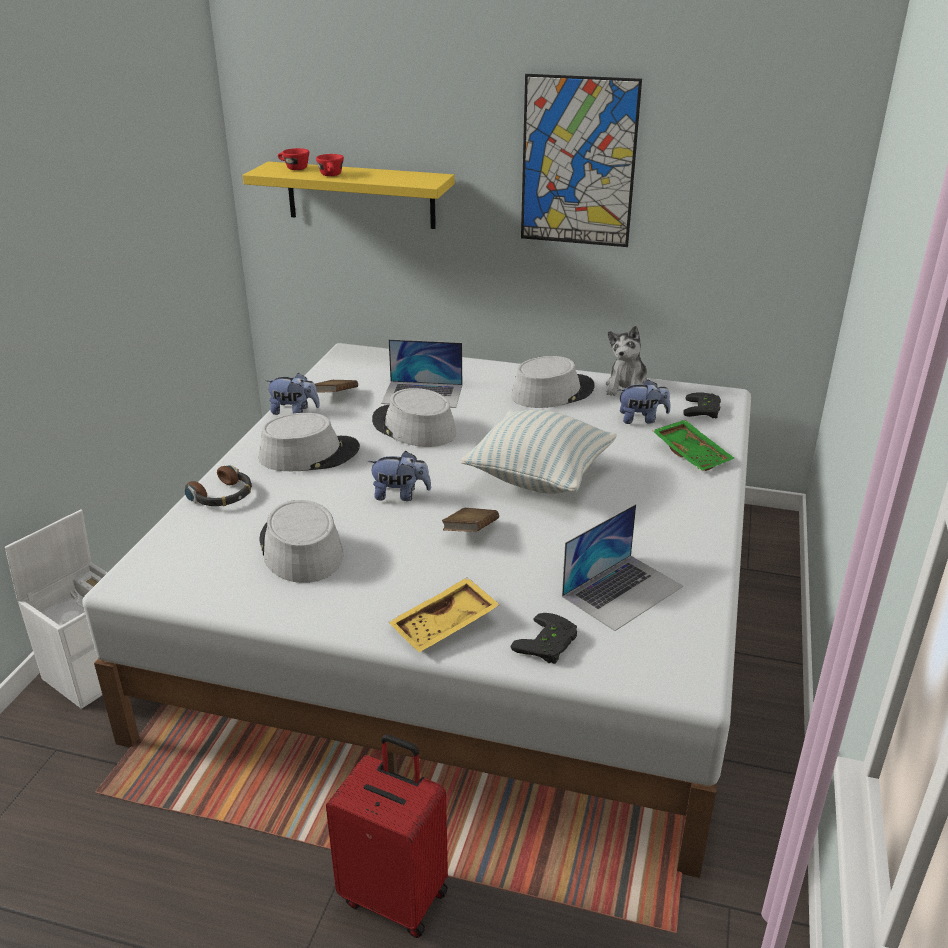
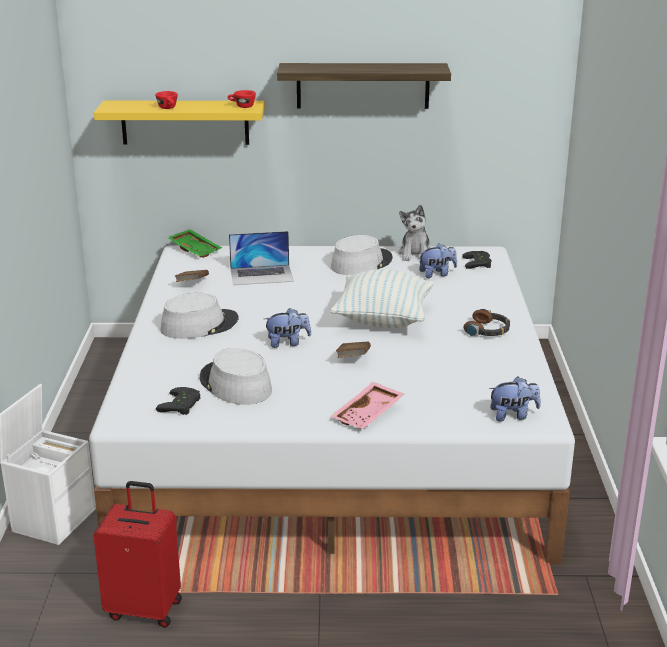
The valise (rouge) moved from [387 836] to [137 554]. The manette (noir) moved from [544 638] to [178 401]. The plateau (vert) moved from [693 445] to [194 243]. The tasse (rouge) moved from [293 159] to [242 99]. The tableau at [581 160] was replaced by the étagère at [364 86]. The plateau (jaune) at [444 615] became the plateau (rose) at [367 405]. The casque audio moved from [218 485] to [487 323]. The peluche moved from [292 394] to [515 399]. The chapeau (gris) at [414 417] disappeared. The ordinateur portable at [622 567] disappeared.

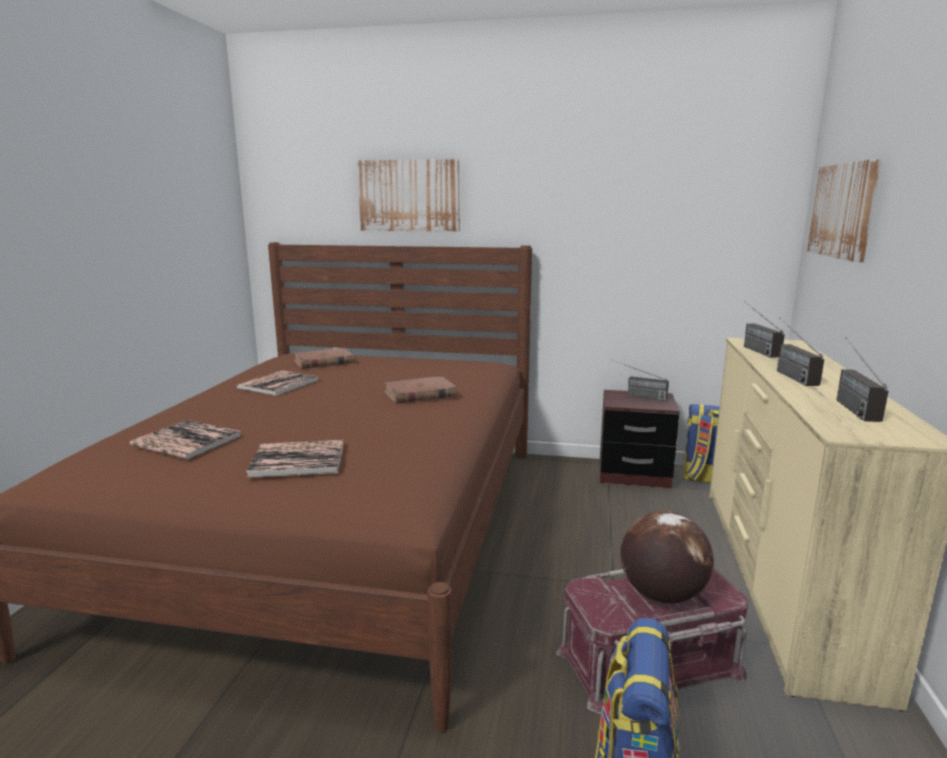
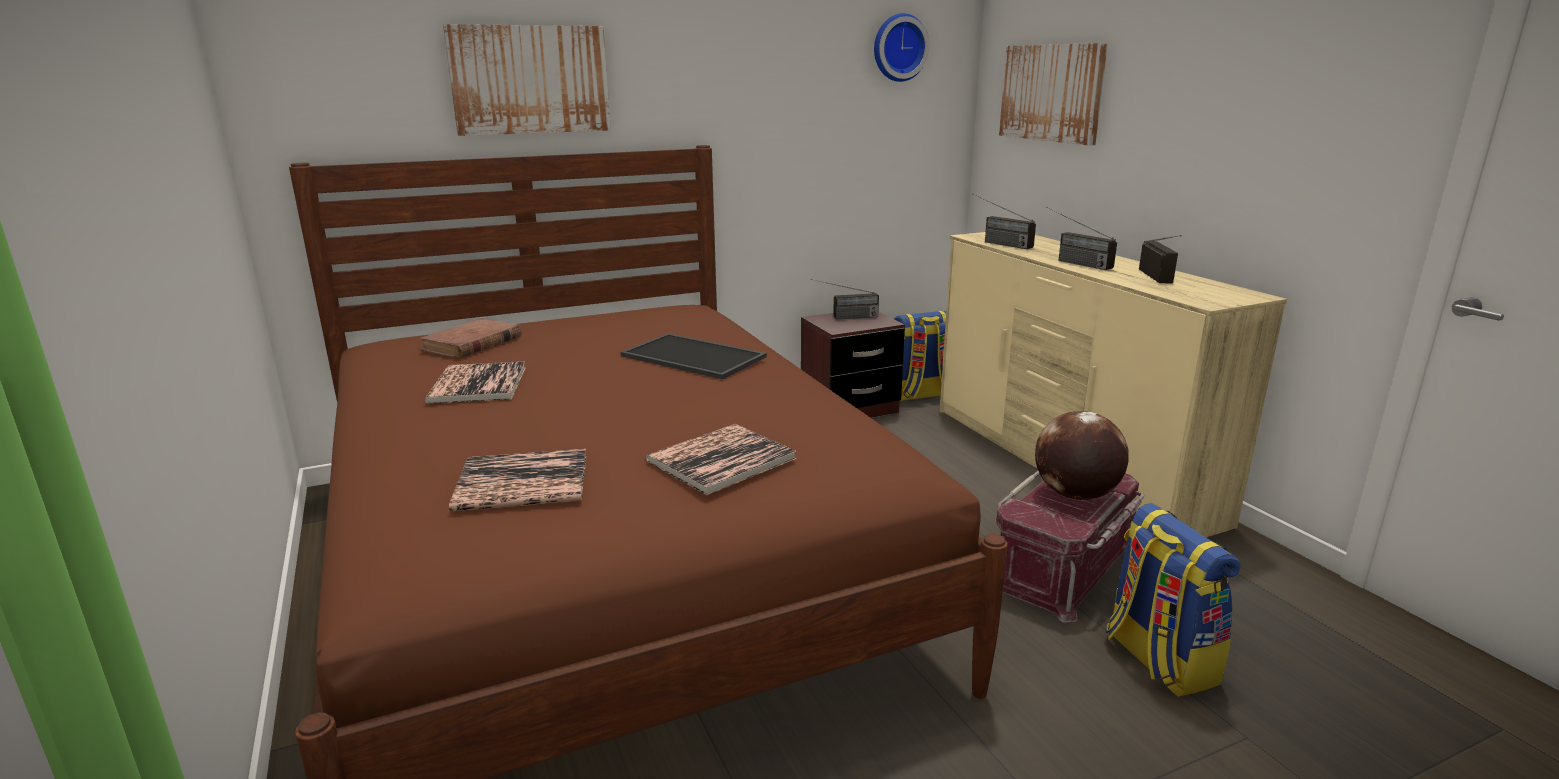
The livre (marron) at [420 390] was replaced by the plateau at [694 356]. The horloge murale at [902 47] appeared. The radio at [862 380] turned 150 degrees counterclockwise.

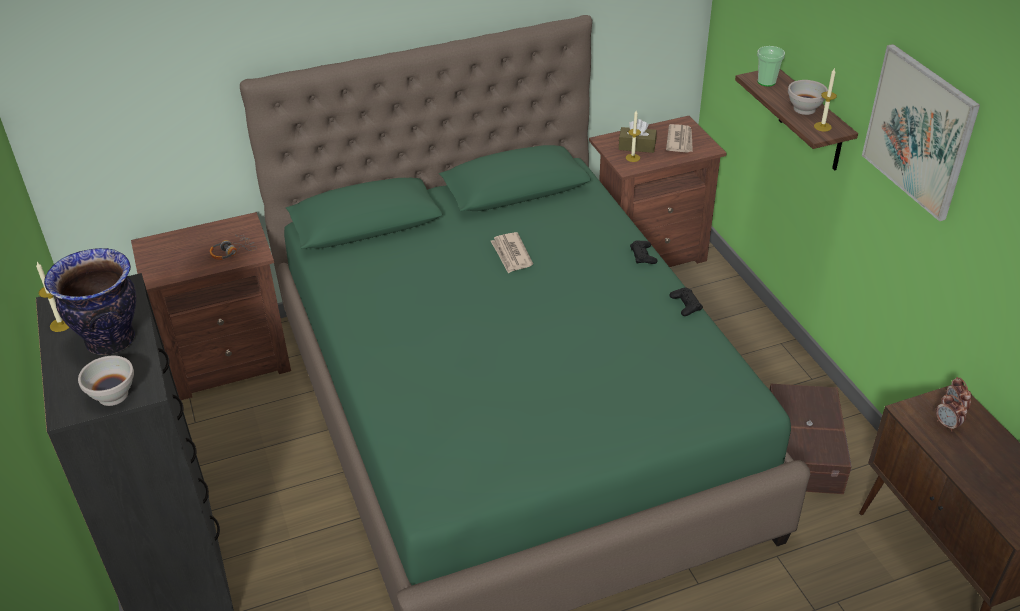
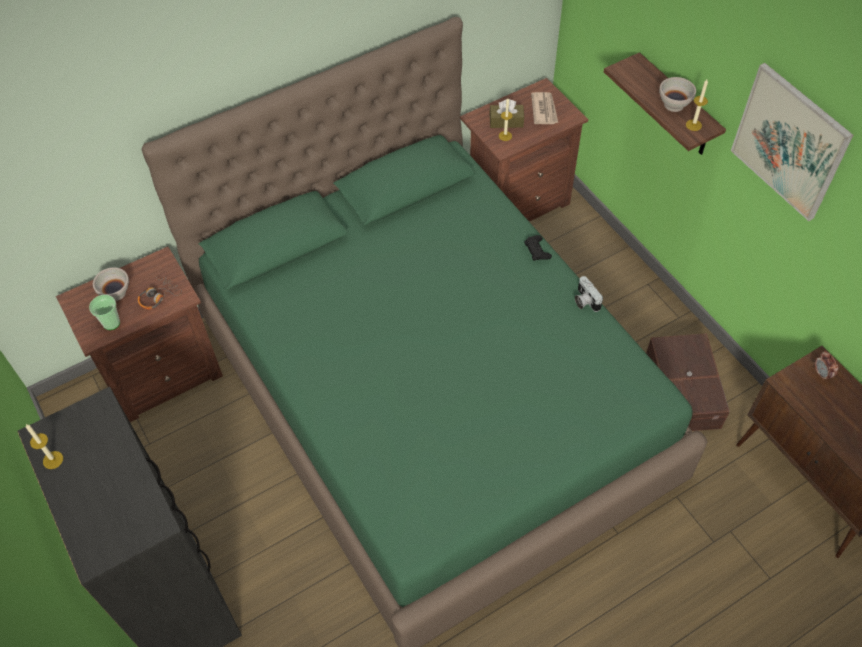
The tasse moved from [771 66] to [104 312]. The bol (blanc) moved from [106 381] to [111 284]. The manette (noir) at [686 301] was replaced by the appareil photo at [589 294]. The vase at [90 301] disappeared. The journal at [512 252] disappeared. The réveil at [952 413] disappeared.

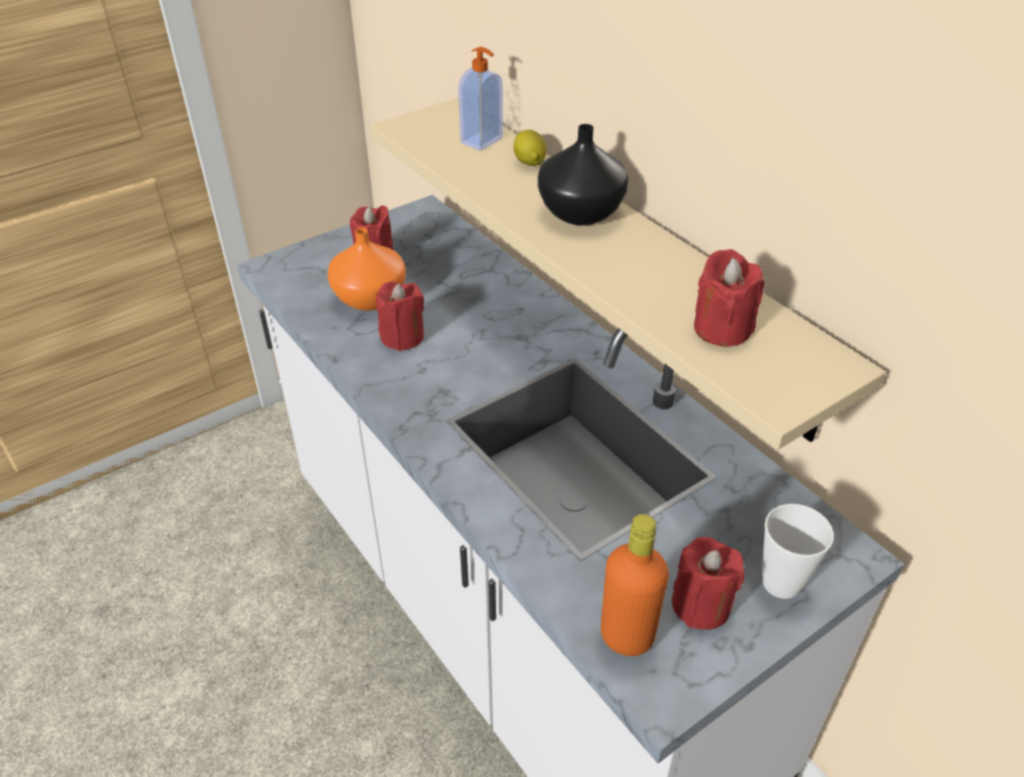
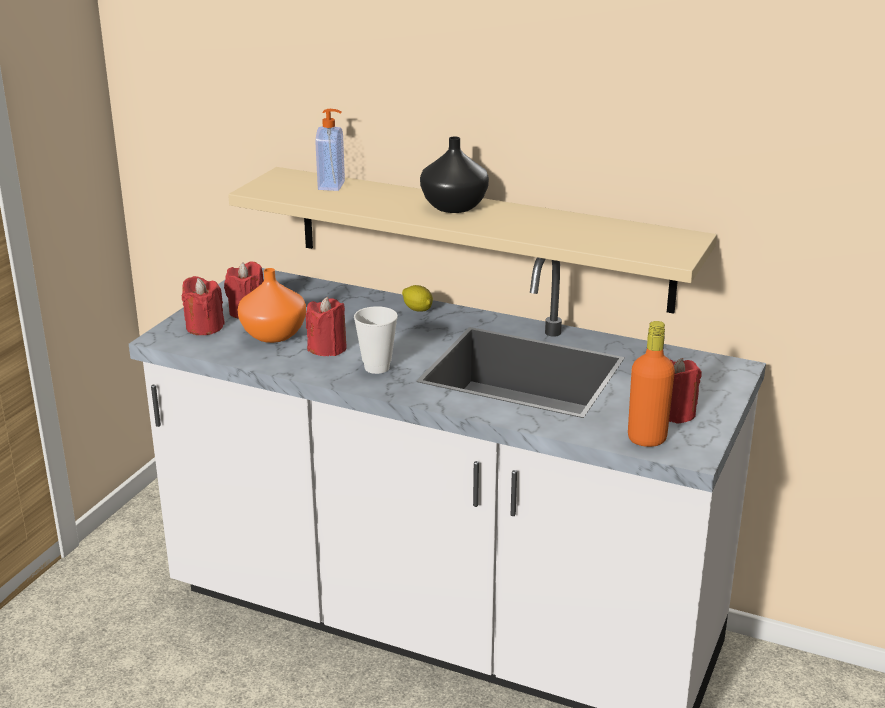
The bougie (rouge) moved from [729 298] to [203 305]. The tasse moved from [798 551] to [376 340]. The citron moved from [530 148] to [417 298].

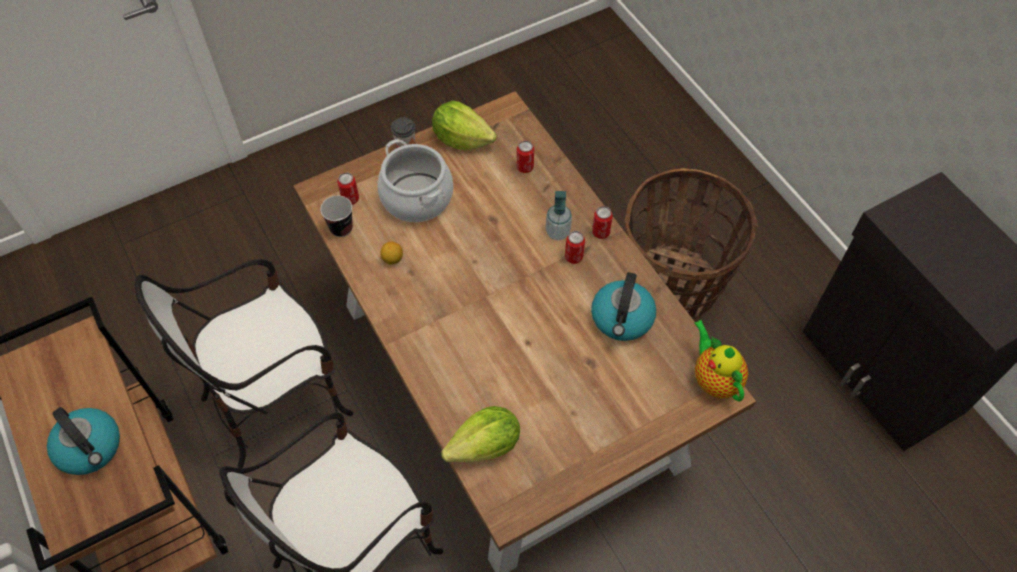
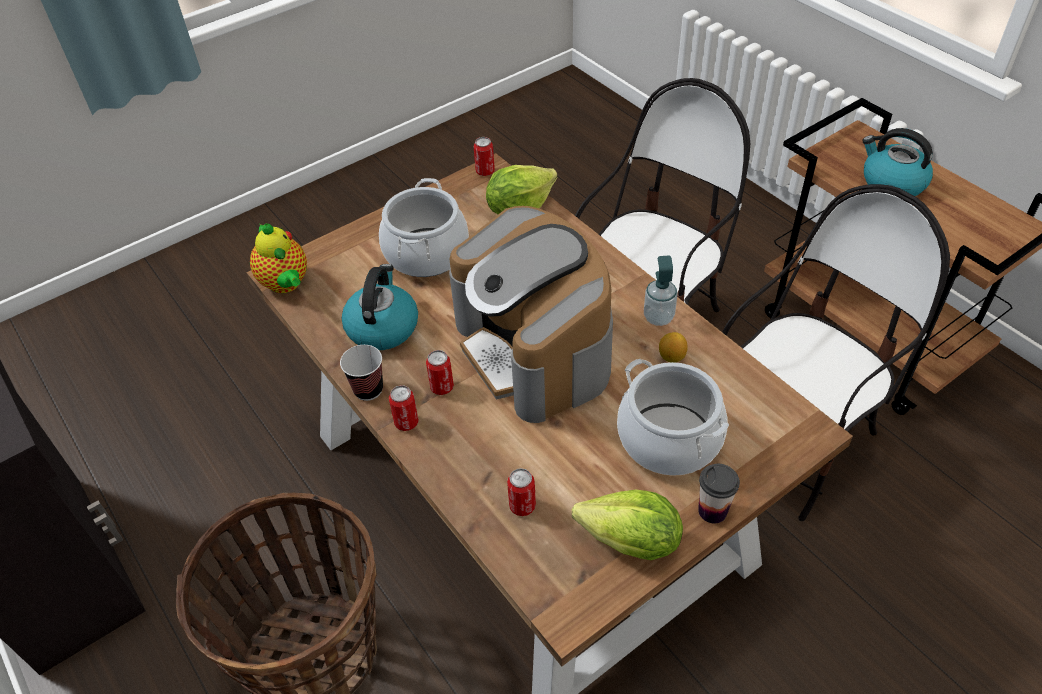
The tasse moved from [336 216] to [361 373]. The marmite at [424 227] appeared. The machine à café at [531 314] appeared. The boîte métallique moved from [348 188] to [484 156]. The distributeur de savon moved from [559 215] to [660 291].

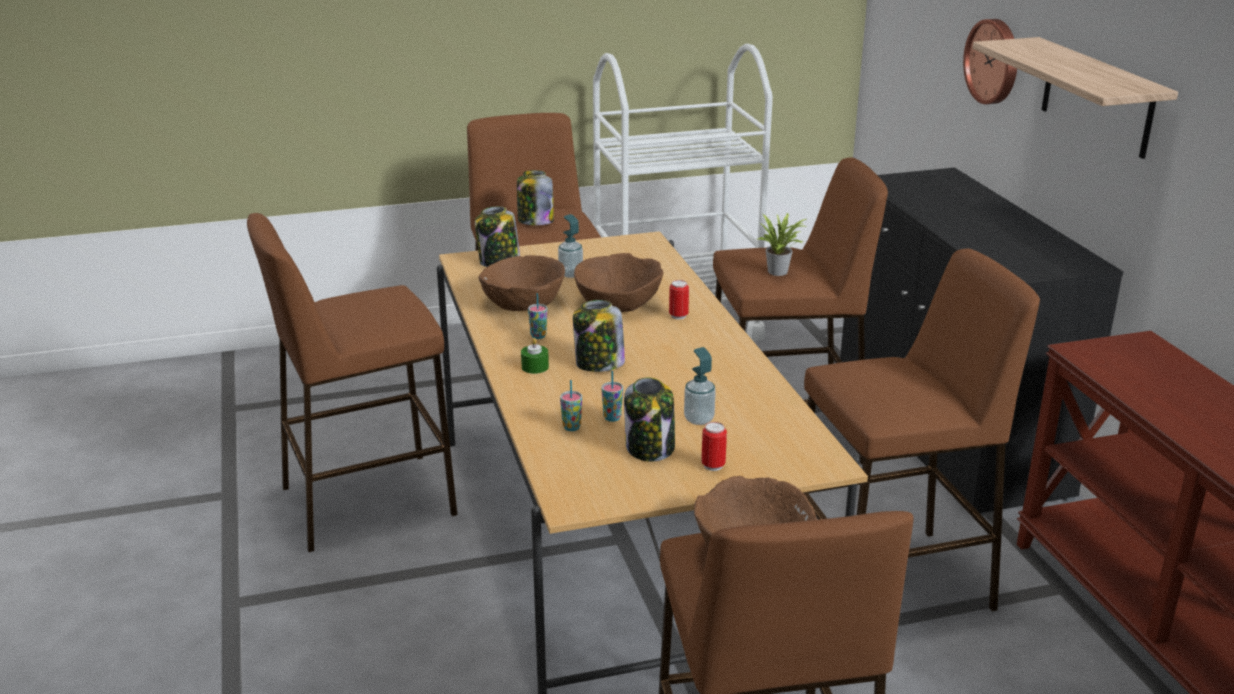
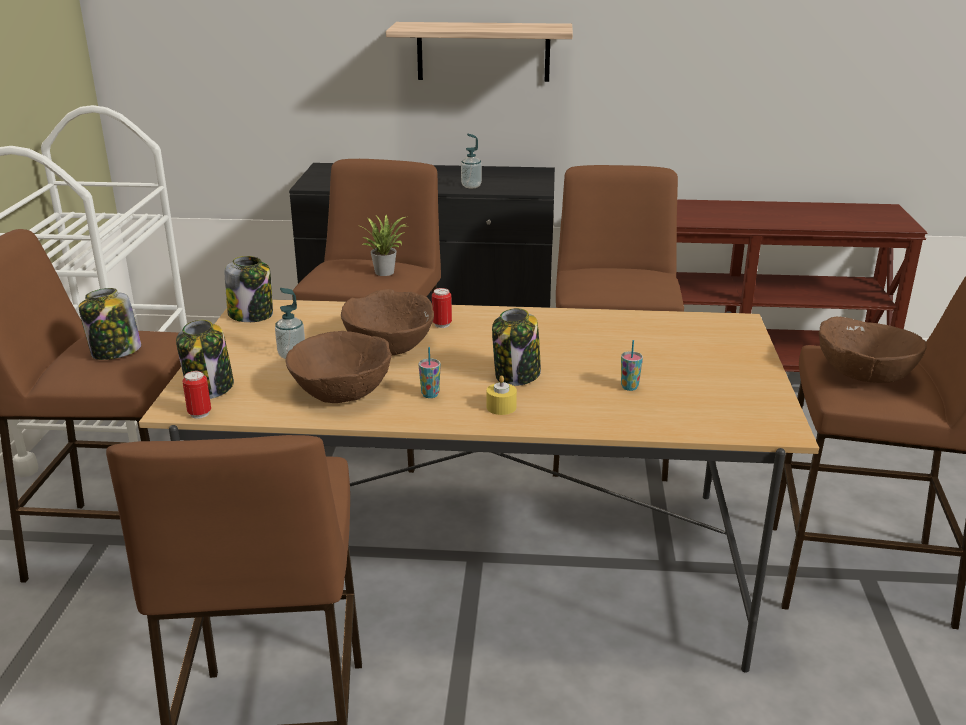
The boîte métallique moved from [714 446] to [196 395]. The bocal moved from [649 419] to [249 289]. The distributeur de savon moved from [700 386] to [471 161]. The bougie (vert) at [535 356] became the bougie (jaune) at [501 395]. The tasse at [571 405] disappeared. The horloge murale at [990 61] disappeared.

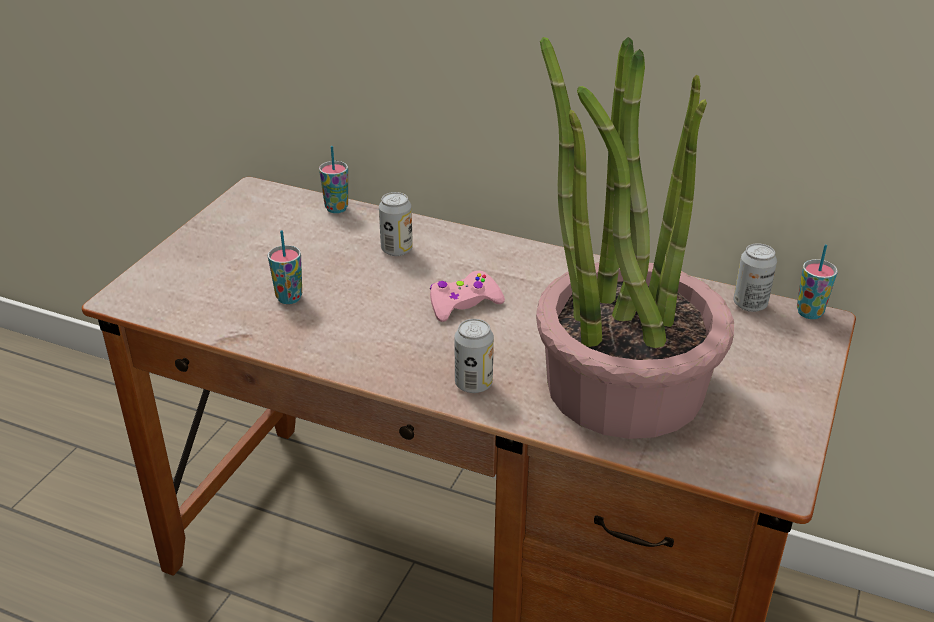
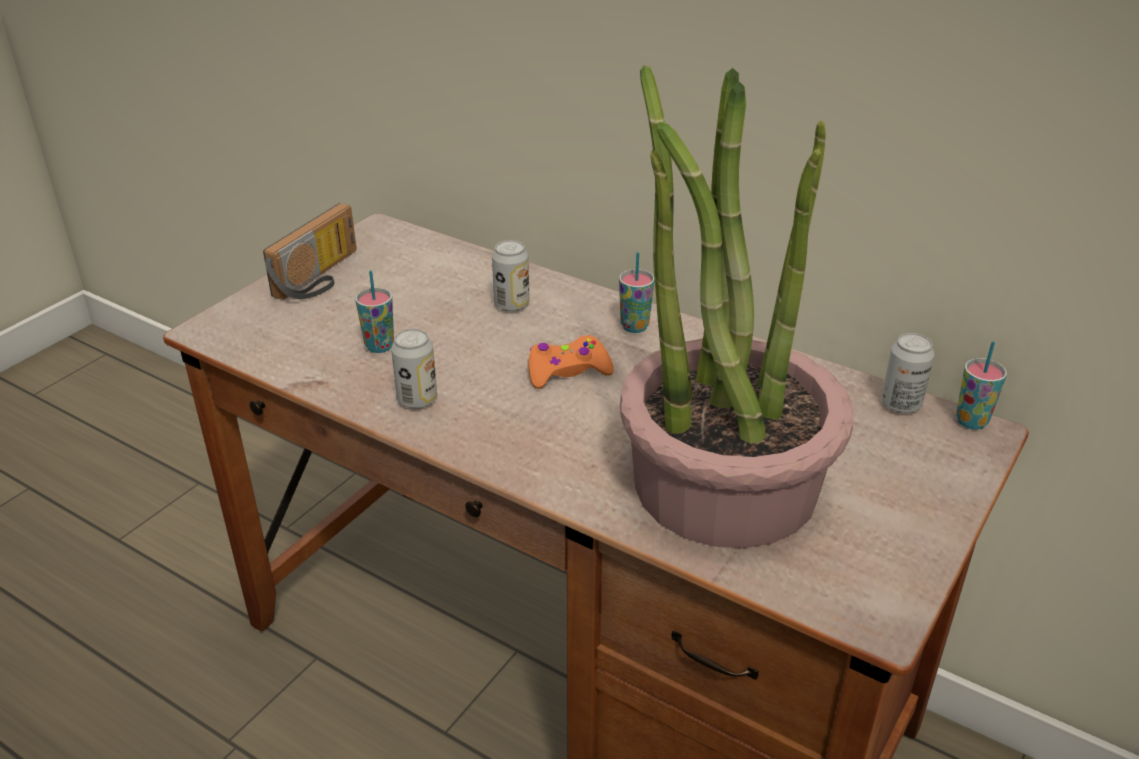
The radio at [310 251] appeared. The boîte métallique moved from [474 356] to [414 369]. The manette (rose) at [467 296] became the manette (orange) at [571 362]. The tasse moved from [333 179] to [636 292].

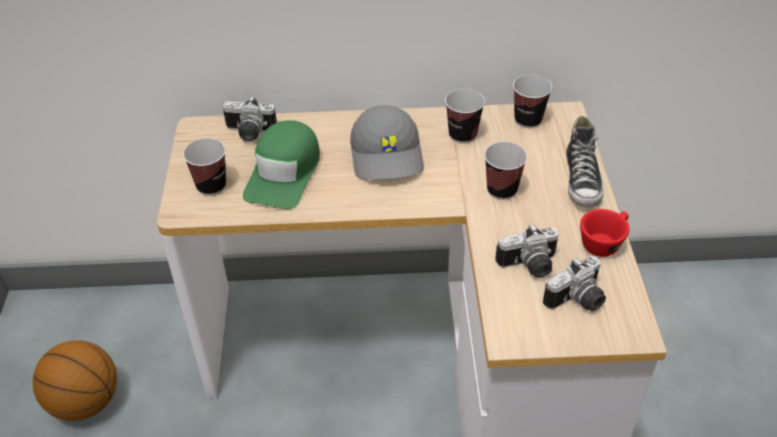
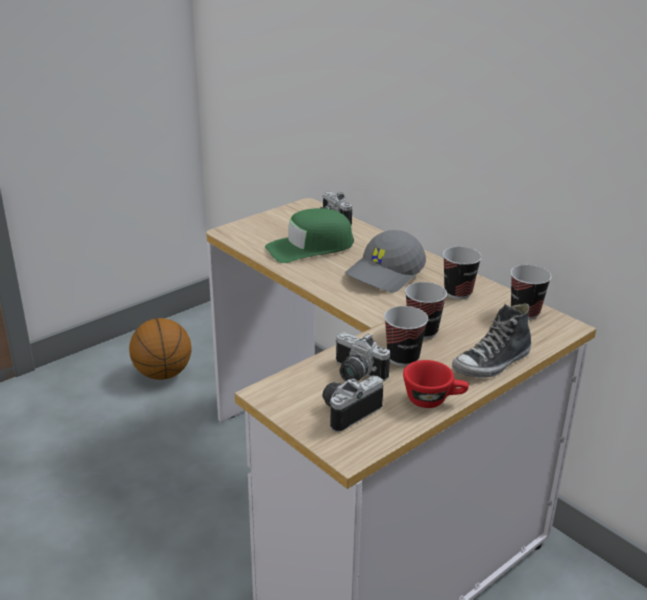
The appareil photo at [574 284] turned 120 degrees clockwise. The tasse moved from [204 167] to [406 336].

